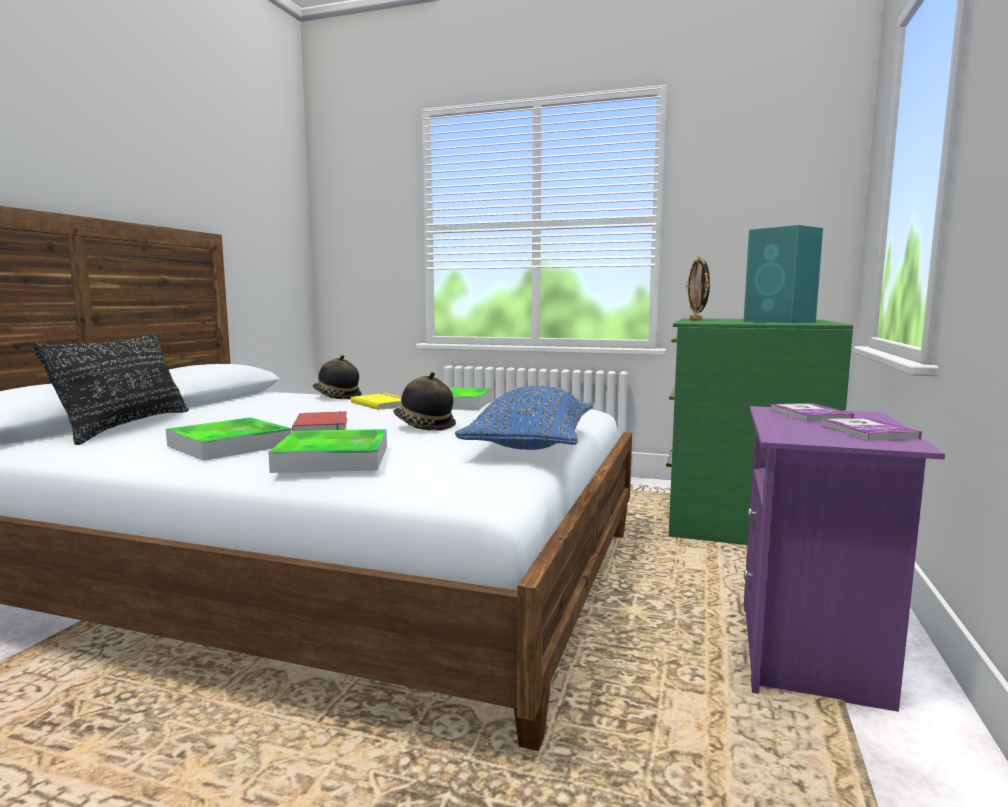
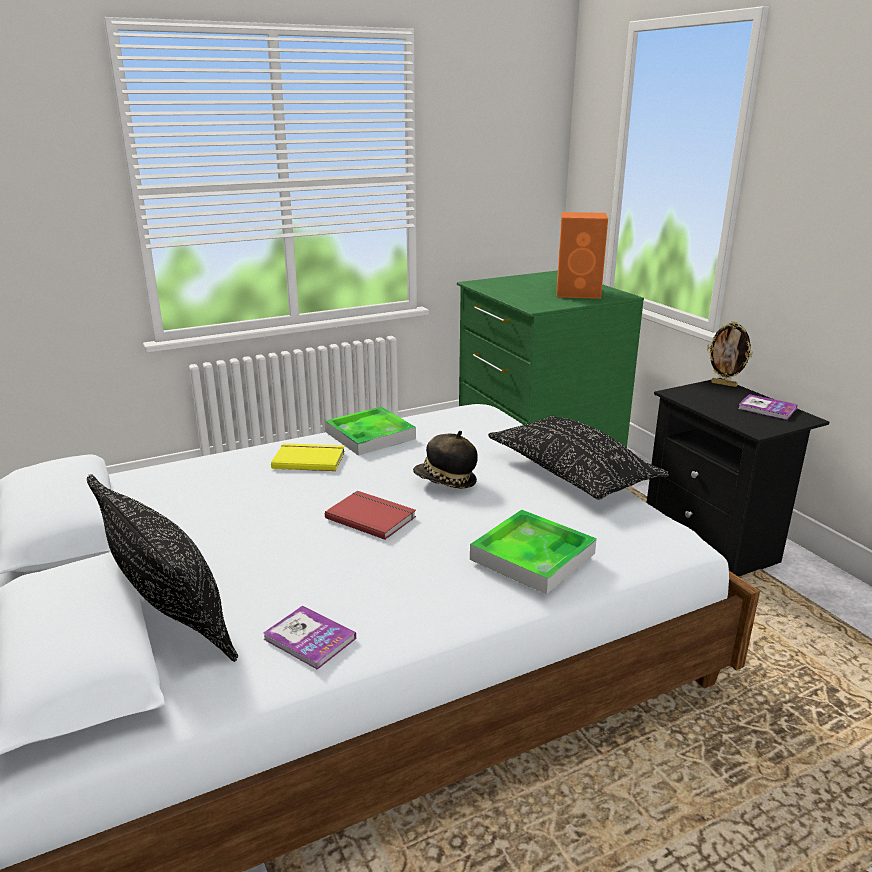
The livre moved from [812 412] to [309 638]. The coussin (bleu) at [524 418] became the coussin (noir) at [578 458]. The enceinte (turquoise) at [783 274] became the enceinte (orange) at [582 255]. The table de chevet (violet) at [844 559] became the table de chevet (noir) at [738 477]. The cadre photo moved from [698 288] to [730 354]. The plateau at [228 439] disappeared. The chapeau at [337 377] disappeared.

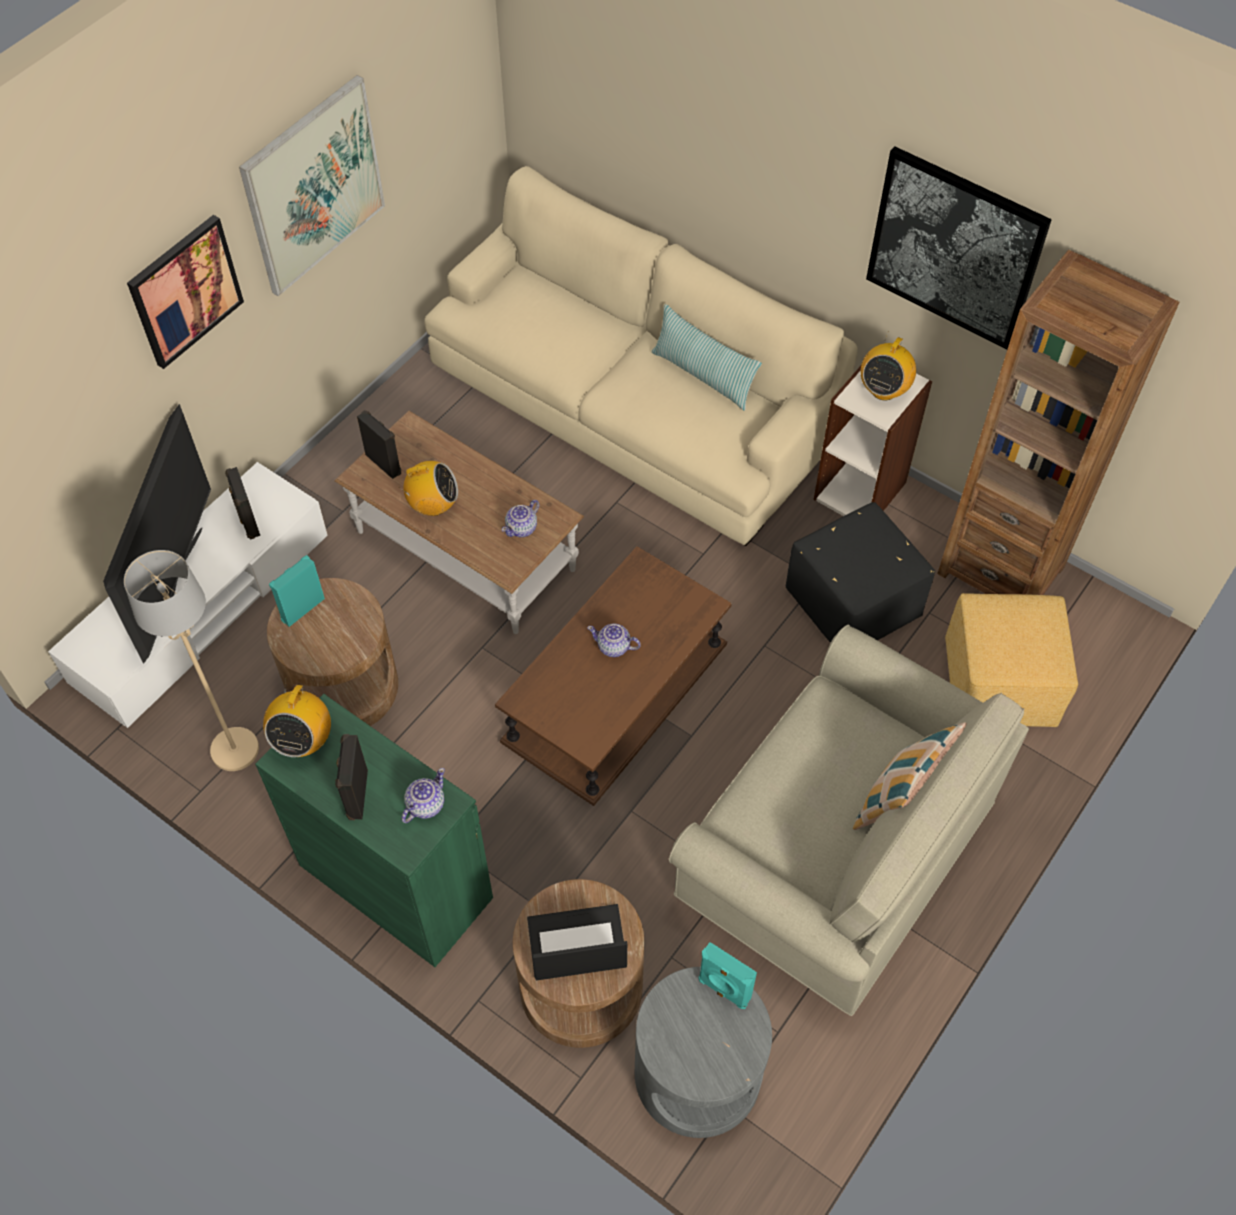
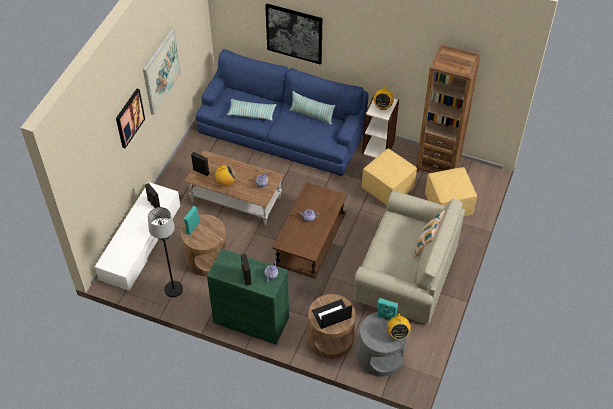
The lampadaire (beige) at [191 660] became the lampadaire (noir) at [165 252]. The canapé (beige) at [641 356] became the canapé (bleu) at [282 112]. The coussin at [252 110] appeared. The tableau moved from [959 248] to [293 34]. The pouf (noir) at [860 572] became the pouf (jaune) at [389 176]. The radio moved from [297 719] to [399 326]. The téléviseur at [157 534] disappeared.

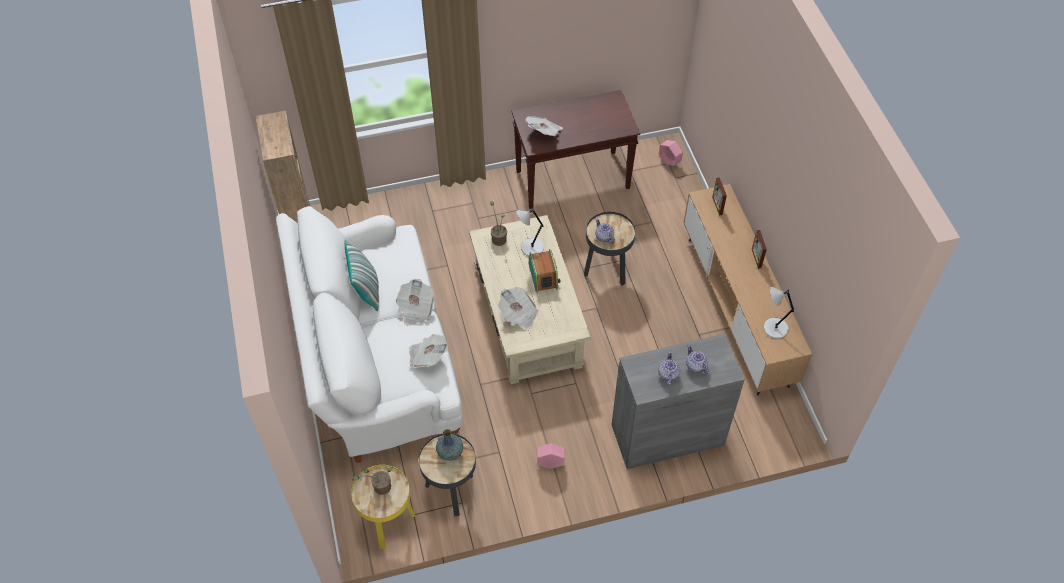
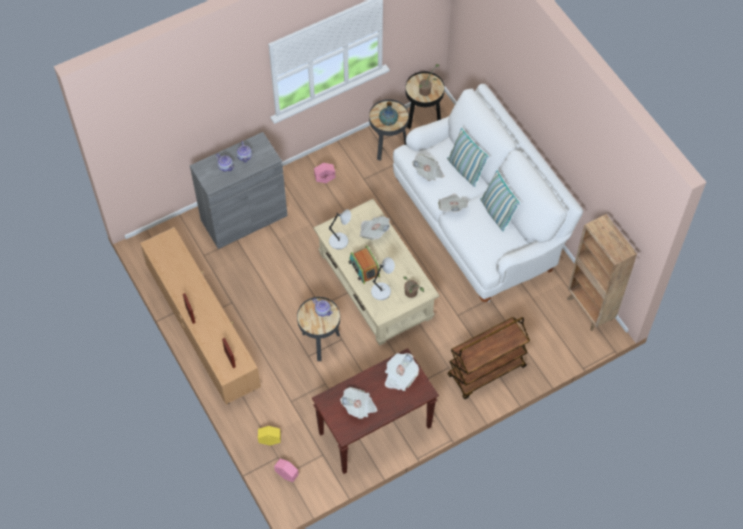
The cache-pot (jaune) at [269 436] appeared. The lampe de table (gris) moved from [779 313] to [340 229]. The journal at [359 403] appeared. The table d'appoint (jaune) at [383 507] became the table d'appoint (noir) at [425 100]. The coussin at [468 157] appeared. The chariot (marron) at [488 358] appeared.

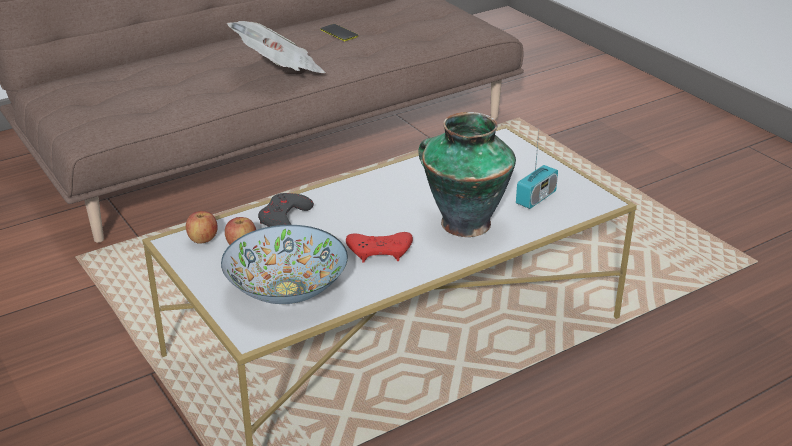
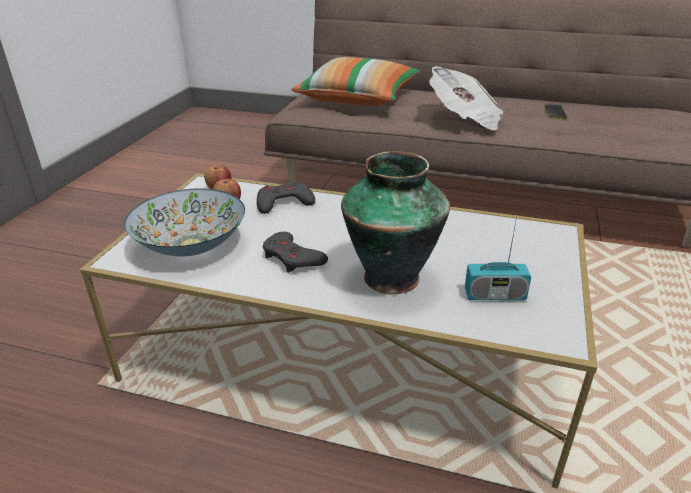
The manette (rouge) at [379 247] became the manette (gris) at [295 252]. The coussin at [355 81] appeared.

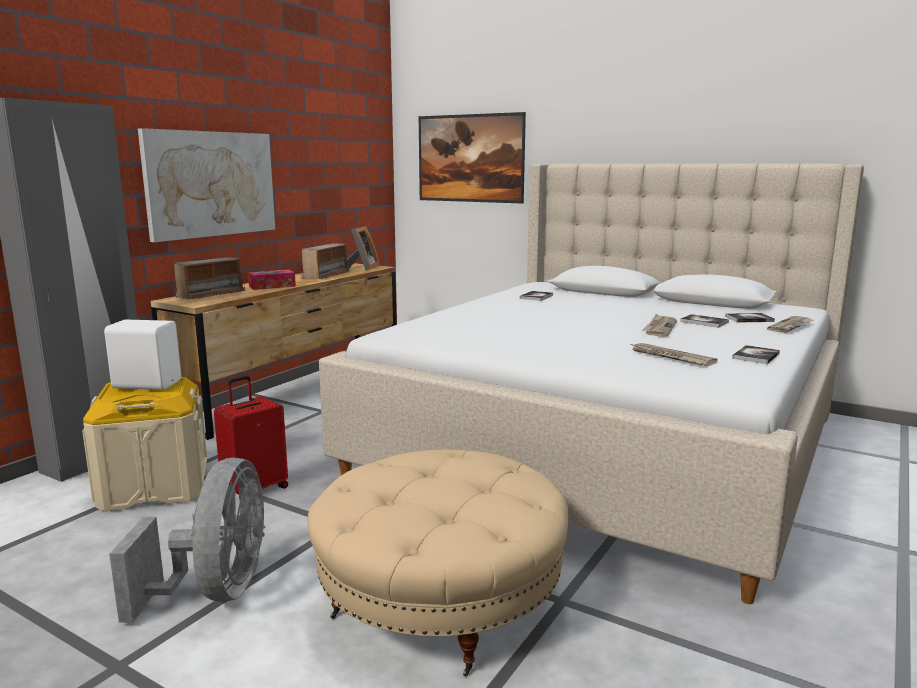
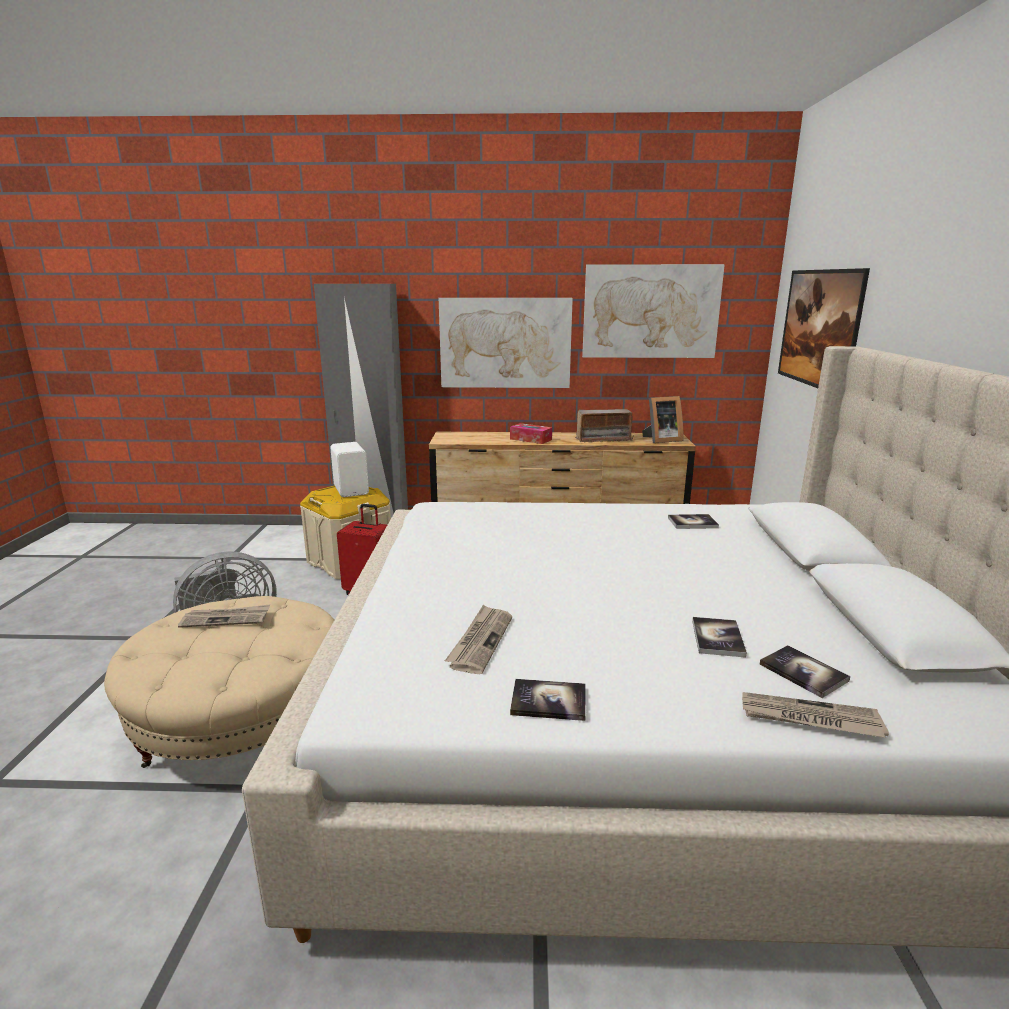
The journal moved from [659 325] to [224 616]. The tableau at [653 311] appeared. The radio at [209 278] disappeared.

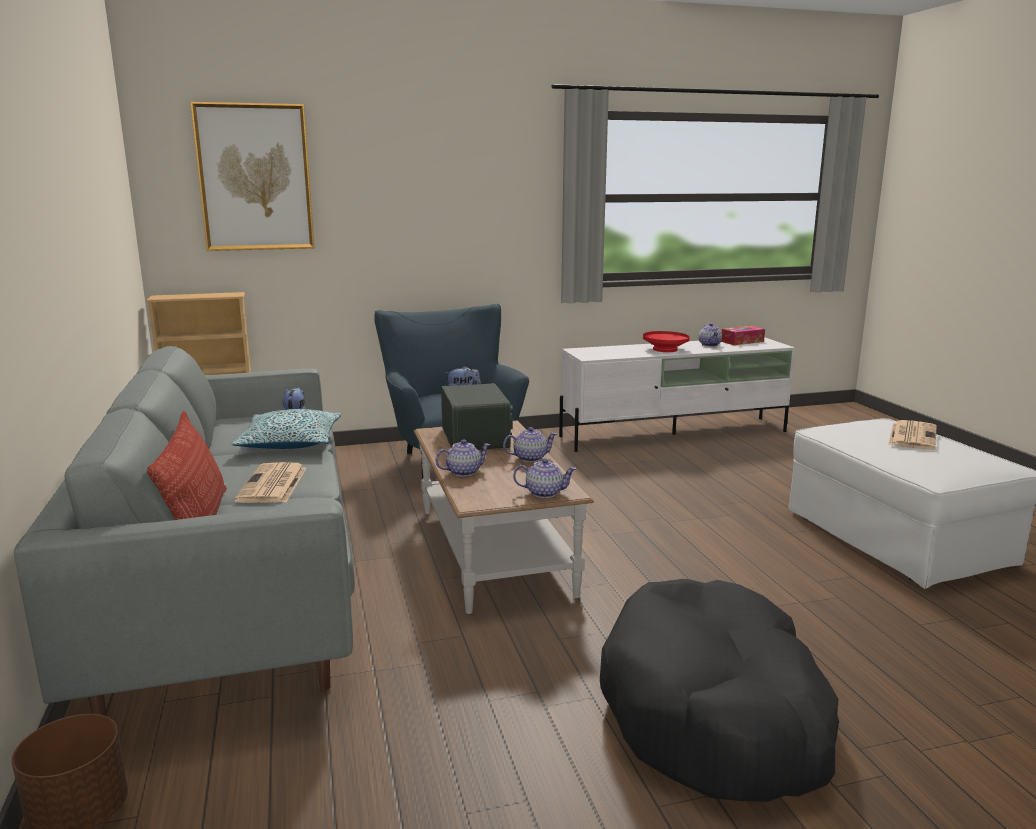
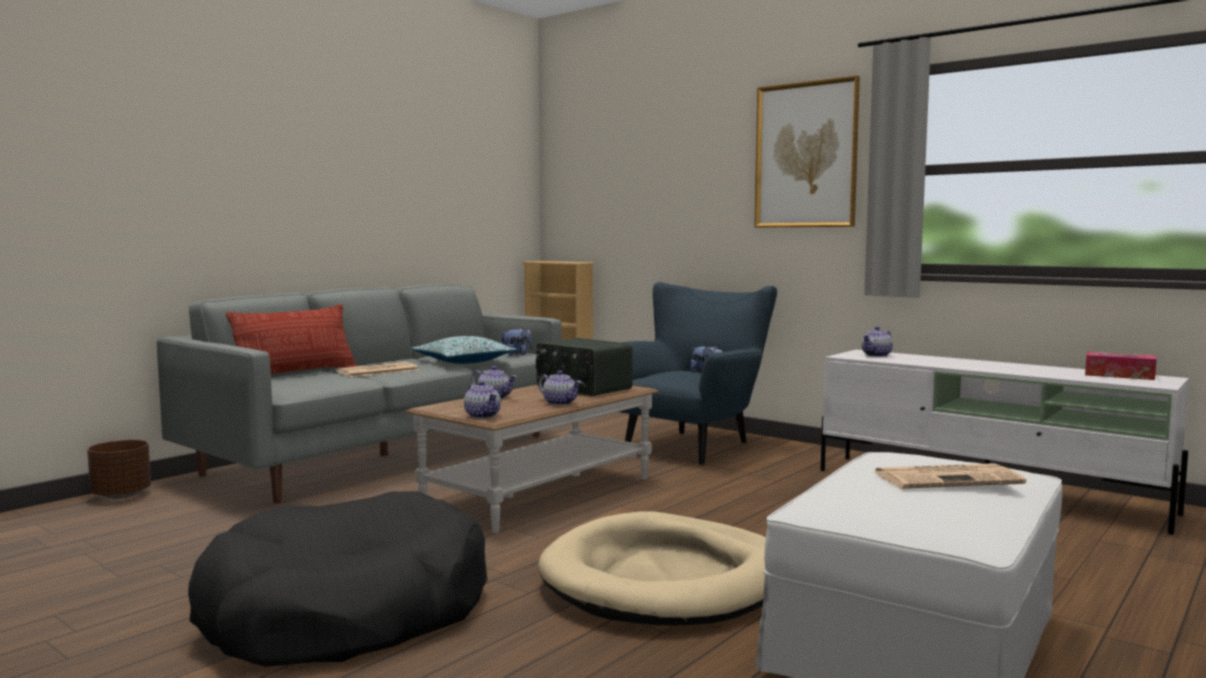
The radio at [477 416] turned 90 degrees clockwise. The panier pour chien (beige) at [652 568] appeared. The tableau moved from [252 176] to [807 151]. The théière moved from [710 335] to [877 341]. The bol (rouge) at [666 341] disappeared.

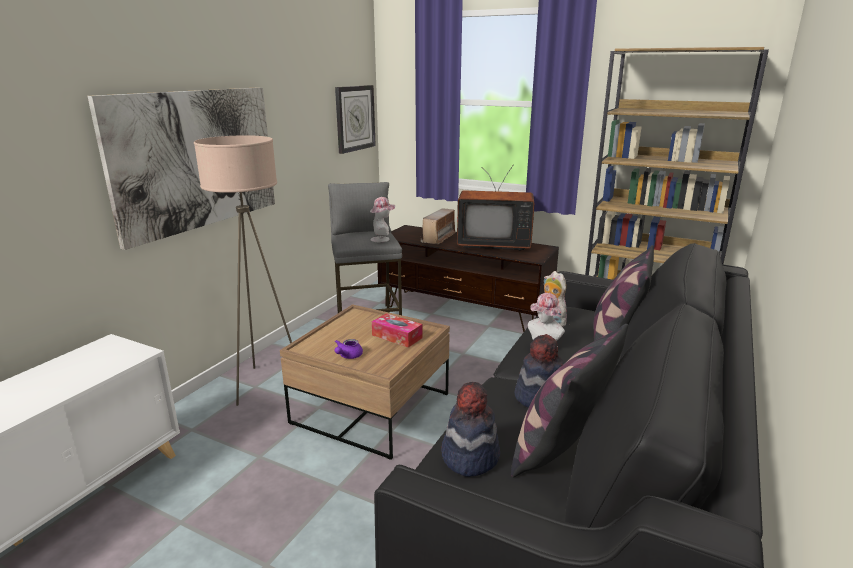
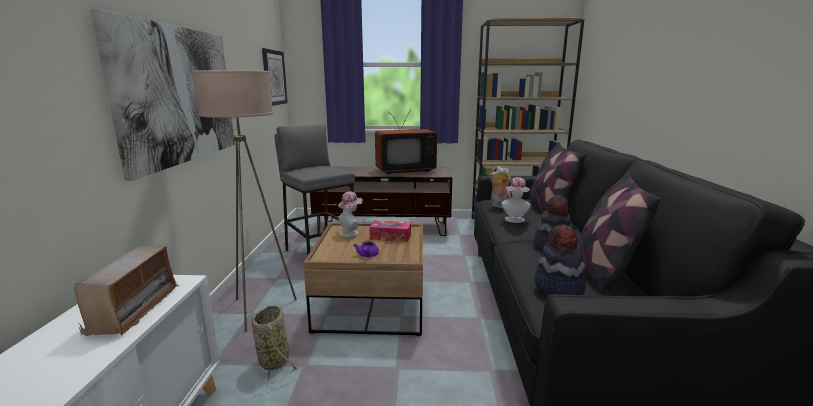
The radio moved from [439 226] to [126 290]. The panier at [274 344] appeared. The chapeau moved from [382 219] to [350 214].

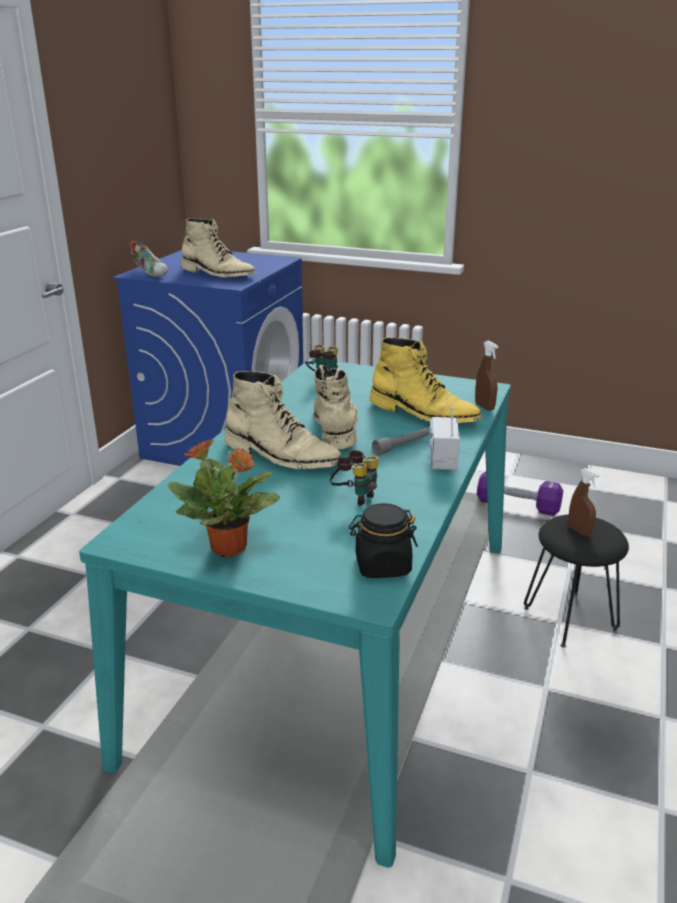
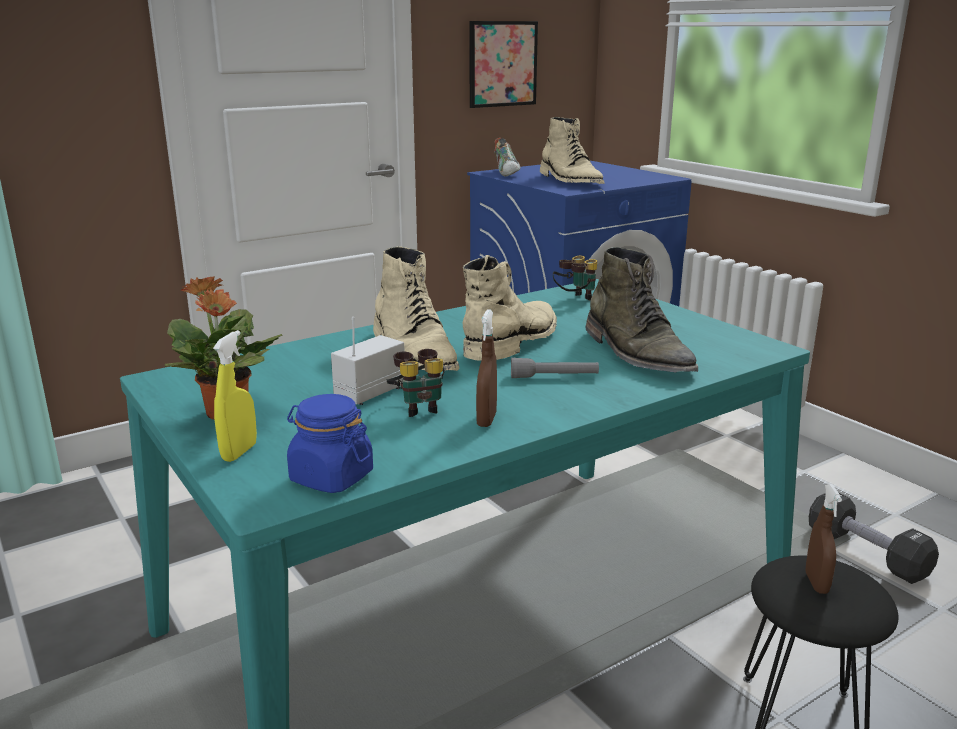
The vaporisateur (jaune) at [235 396] appeared. The bocal (noir) at [383 540] became the bocal (bleu) at [330 443]. The radio moved from [444 438] to [367 361]. The tableau at [503 64] appeared. The vaporisateur (marron) moved from [486 376] to [486 368]. The botte (jaune) at [426 380] became the botte (vert) at [642 309]. The haltère (violet) at [520 493] became the haltère (noir) at [874 538].

